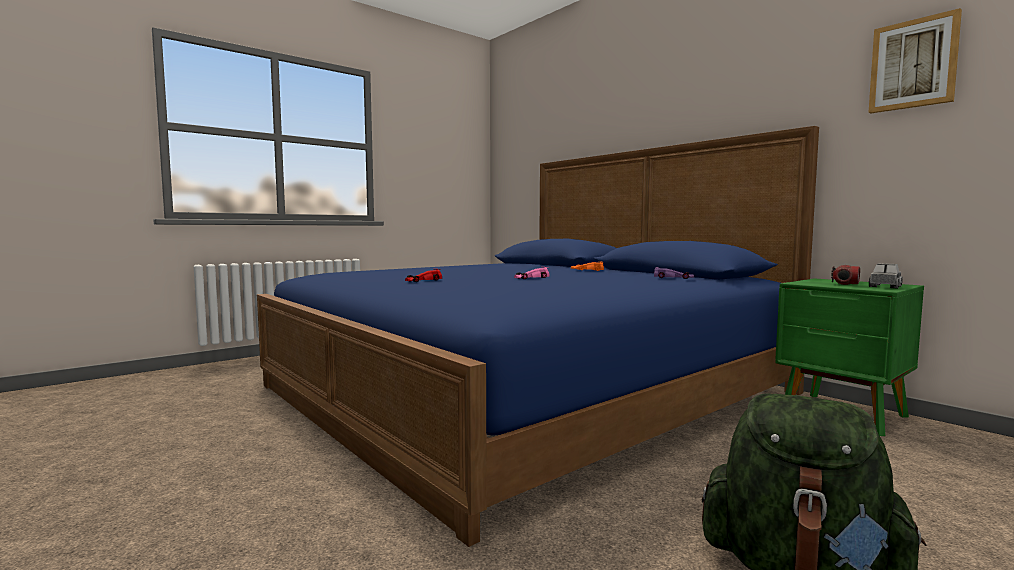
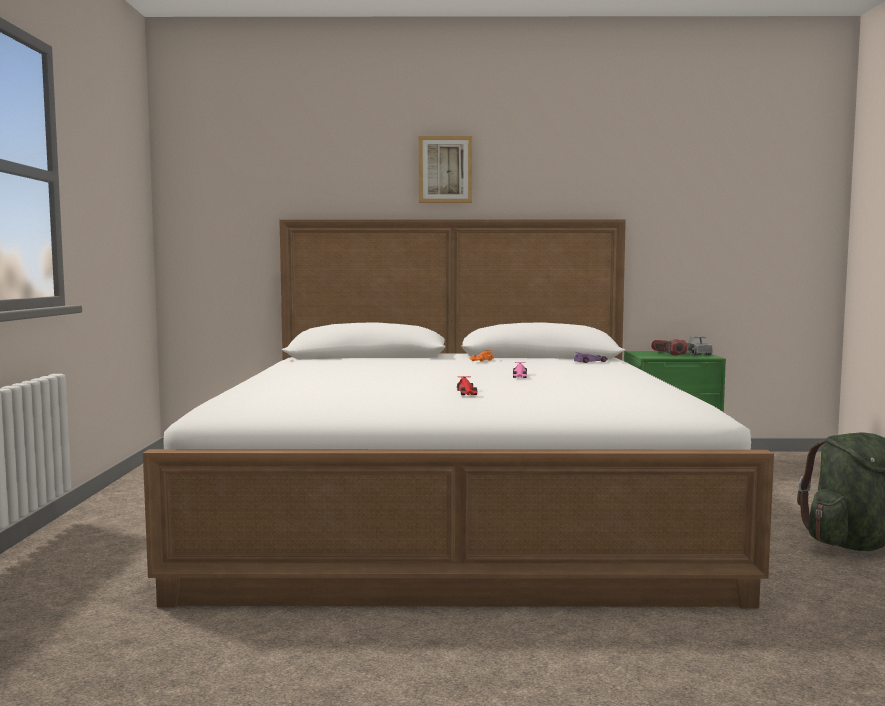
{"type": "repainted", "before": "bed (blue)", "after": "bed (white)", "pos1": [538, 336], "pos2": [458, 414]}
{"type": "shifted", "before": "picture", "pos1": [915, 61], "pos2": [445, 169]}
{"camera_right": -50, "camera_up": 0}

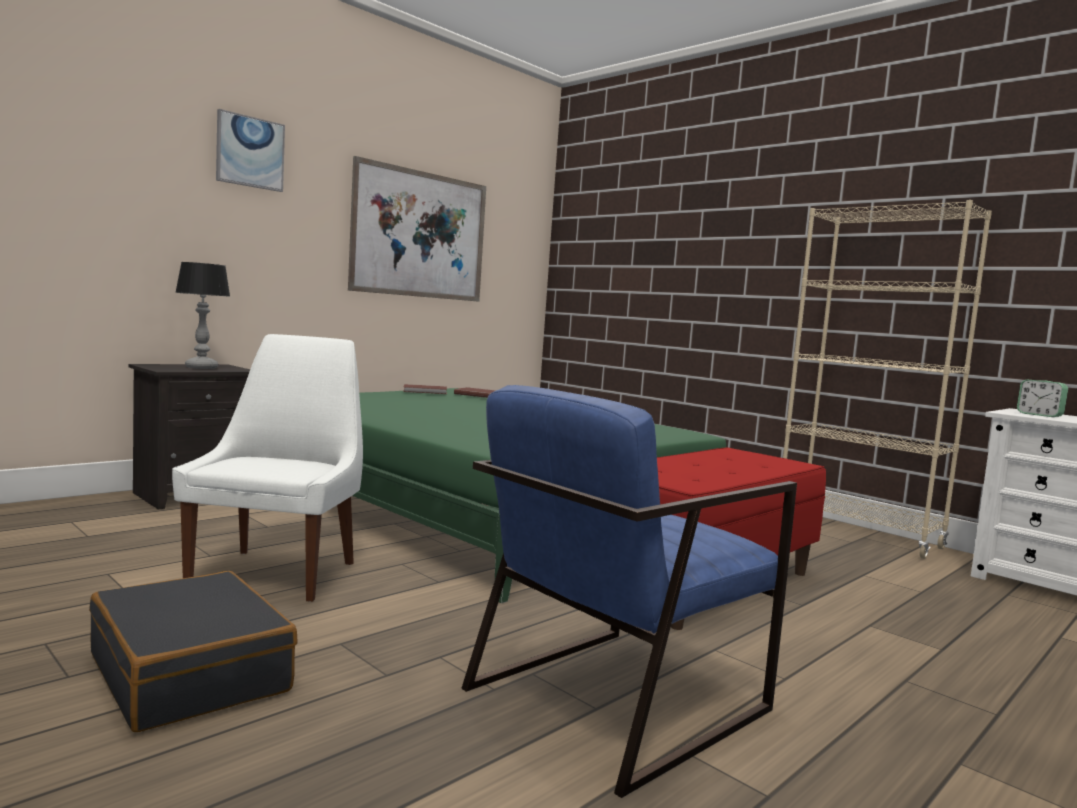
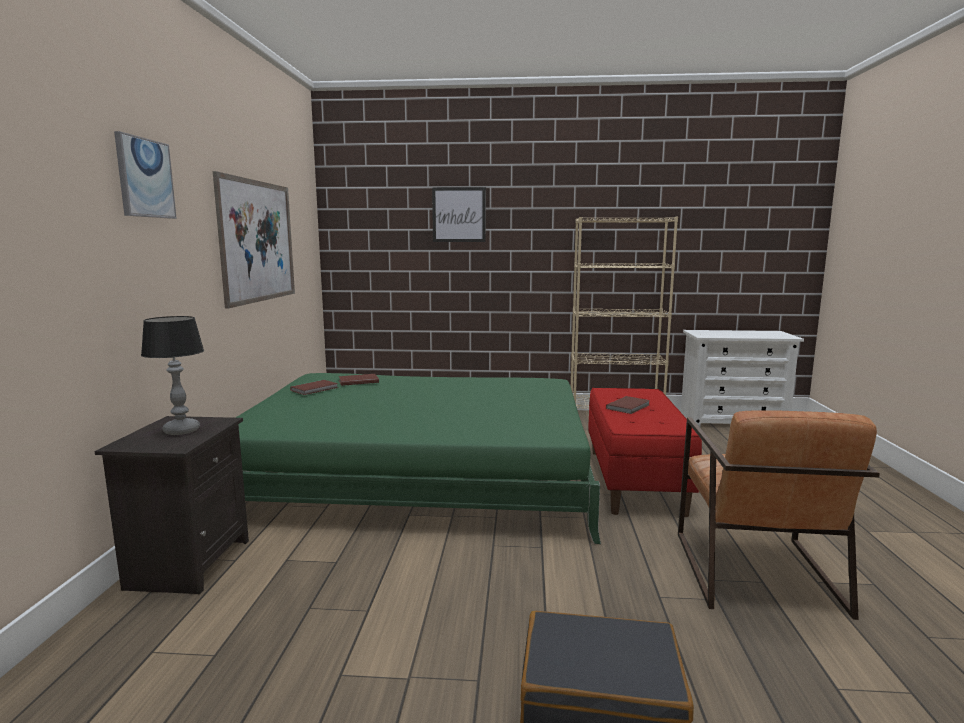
{"type": "gone", "before": "chair (white)", "pos1": [267, 468]}
{"type": "repainted", "before": "armchair (blue)", "after": "armchair (brown)", "pos1": [629, 591], "pos2": [779, 515]}
{"type": "gone", "before": "alarm clock", "pos1": [1042, 398]}
{"type": "new", "after": "picture", "pos2": [459, 214]}
{"type": "new", "after": "book (brown)", "pos2": [628, 405]}
{"camera_right": -40, "camera_up": 5}

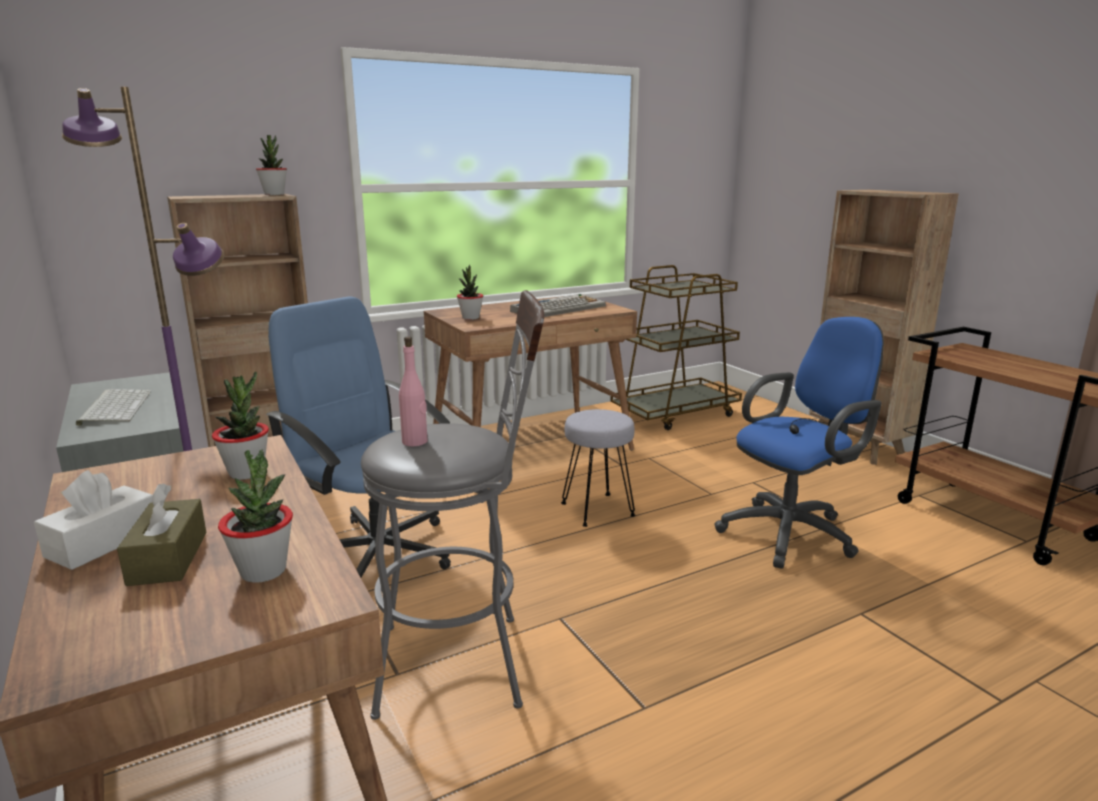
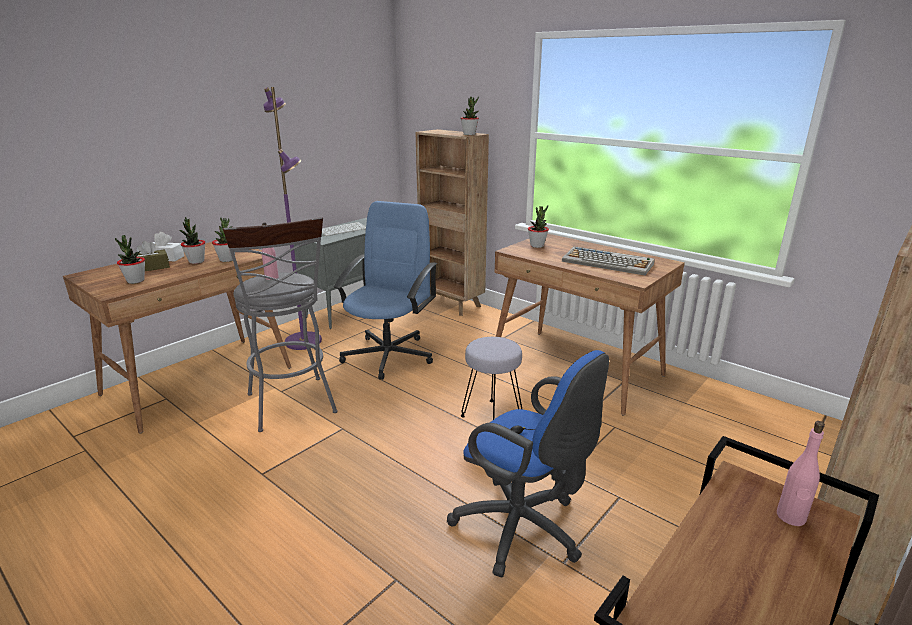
{"type": "gone", "before": "cart (brown)", "pos1": [676, 347]}
{"type": "new", "after": "potted plant", "pos2": [192, 240]}
{"type": "new", "after": "bottle (pink)", "pos2": [801, 473]}
{"camera_right": 70, "camera_up": 5}

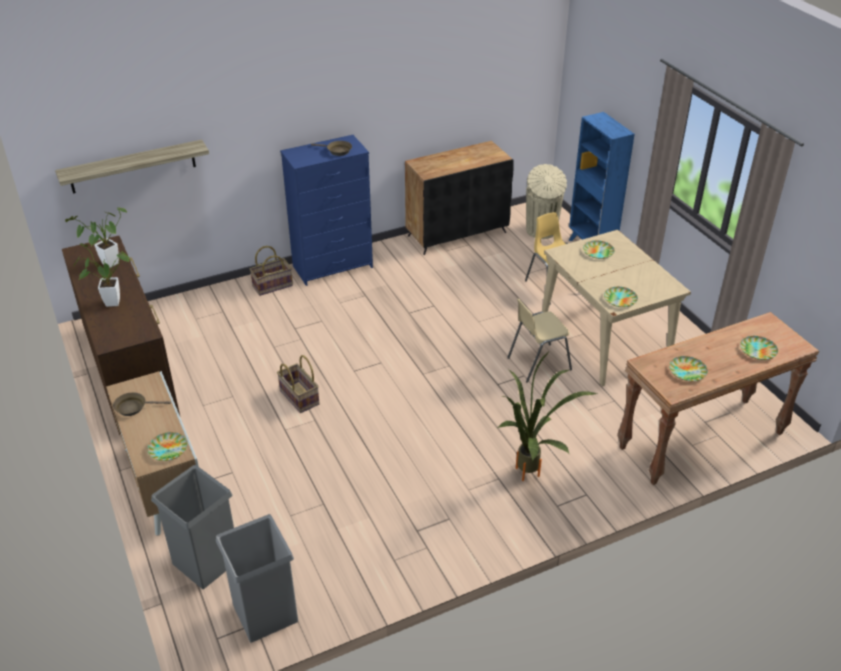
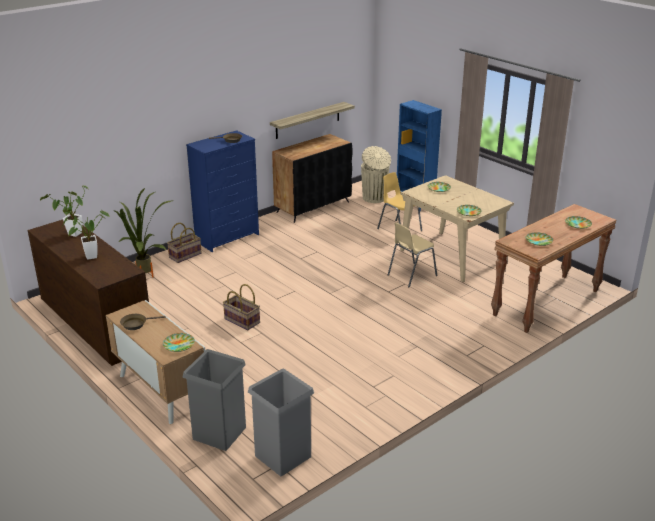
{"type": "shifted", "before": "shelf", "pos1": [132, 167], "pos2": [312, 120]}
{"type": "shifted", "before": "potted plant", "pos1": [547, 416], "pos2": [141, 232]}
{"camera_right": -15, "camera_up": -10}

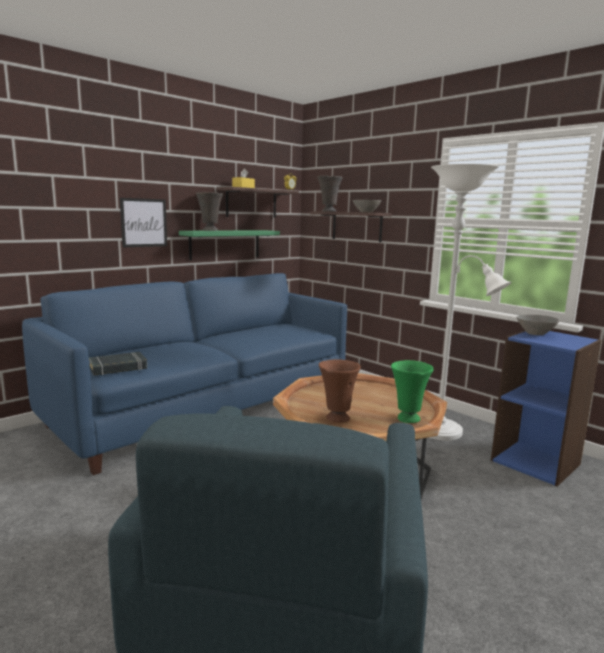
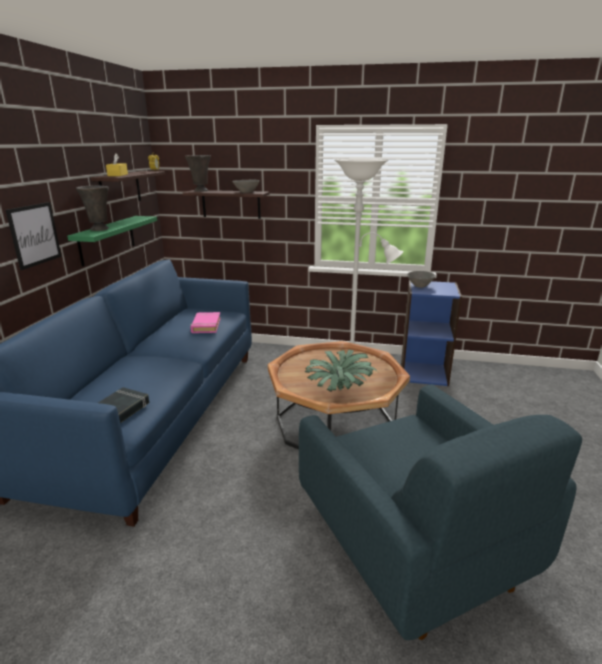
{"type": "swapped", "before": "vase (brown)", "after": "potted plant", "pos1": [340, 391], "pos2": [341, 370]}
{"type": "gone", "before": "vase (green)", "pos1": [412, 391]}
{"type": "new", "after": "book (pink)", "pos2": [205, 322]}
{"camera_right": -35, "camera_up": 10}

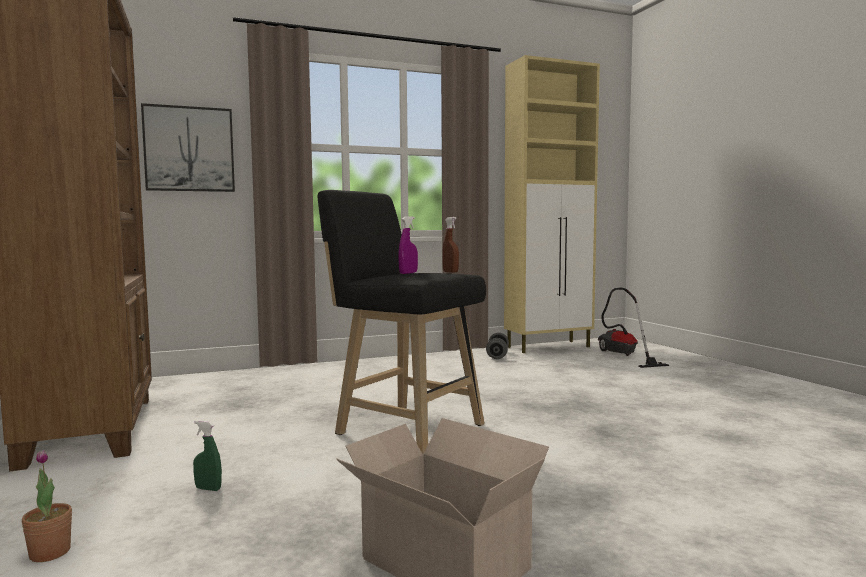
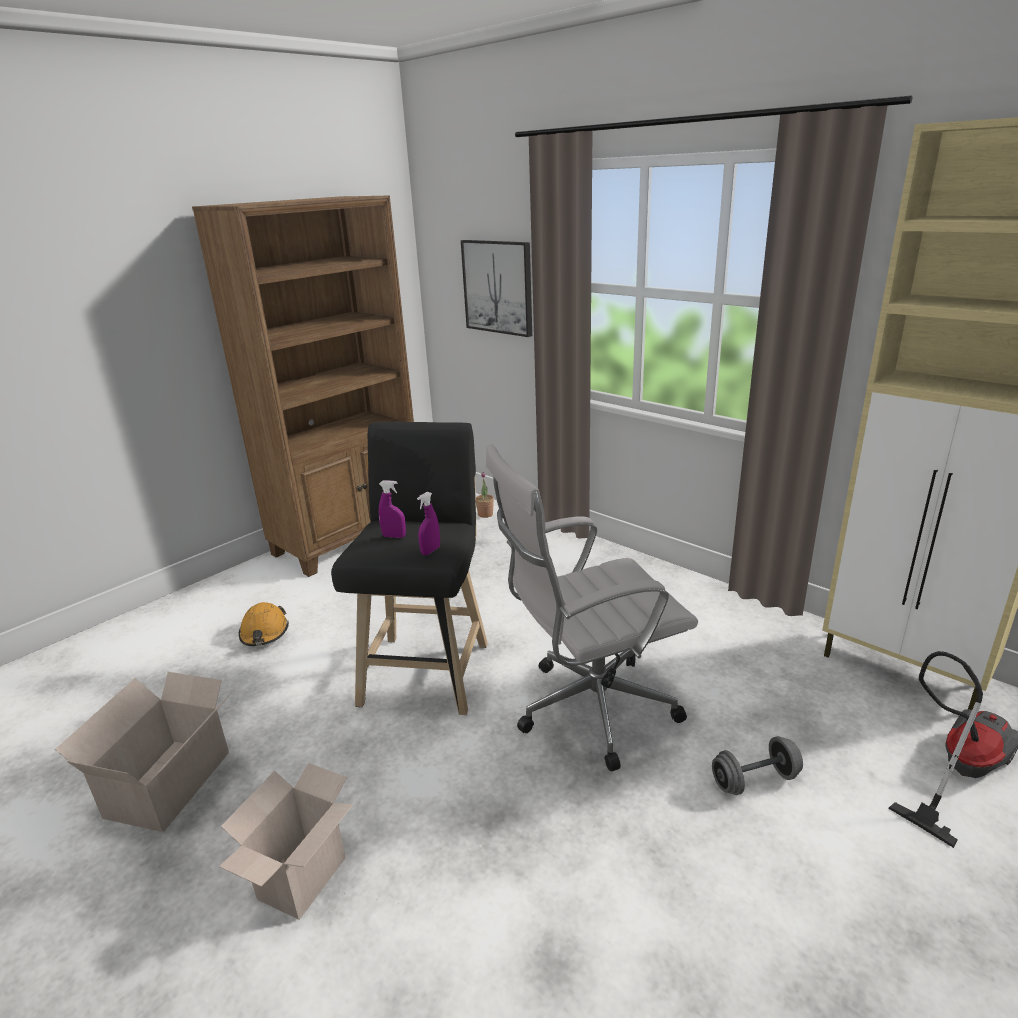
{"type": "shifted", "before": "potted plant", "pos1": [46, 506], "pos2": [485, 495]}
{"type": "swapped", "before": "spray bottle (green)", "after": "hard hat (orange)", "pos1": [207, 456], "pos2": [264, 624]}
{"type": "repainted", "before": "spray bottle (brown)", "after": "spray bottle (purple)", "pos1": [450, 245], "pos2": [428, 523]}
{"type": "shifted", "before": "dumbbell (grey)", "pos1": [497, 345], "pos2": [757, 765]}
{"type": "new", "after": "cardboard box", "pos2": [286, 841]}
{"type": "new", "after": "office chair (white)", "pos2": [592, 607]}
{"camera_right": 65, "camera_up": 20}

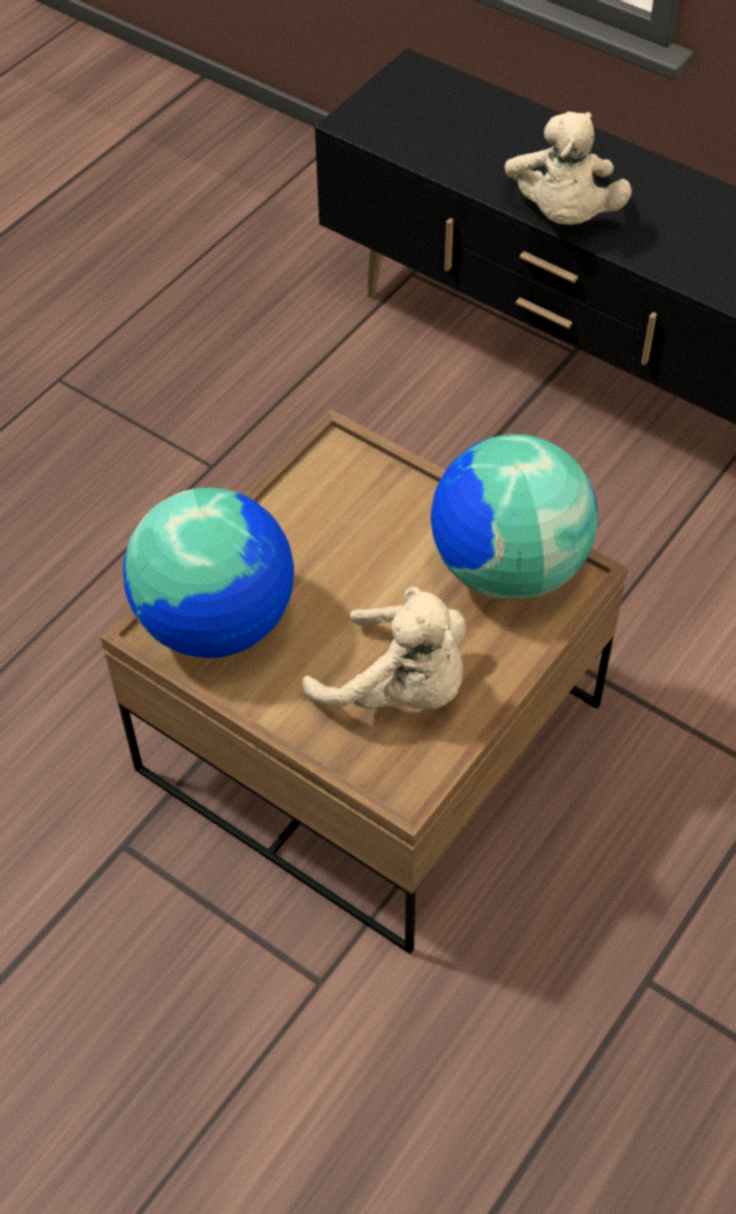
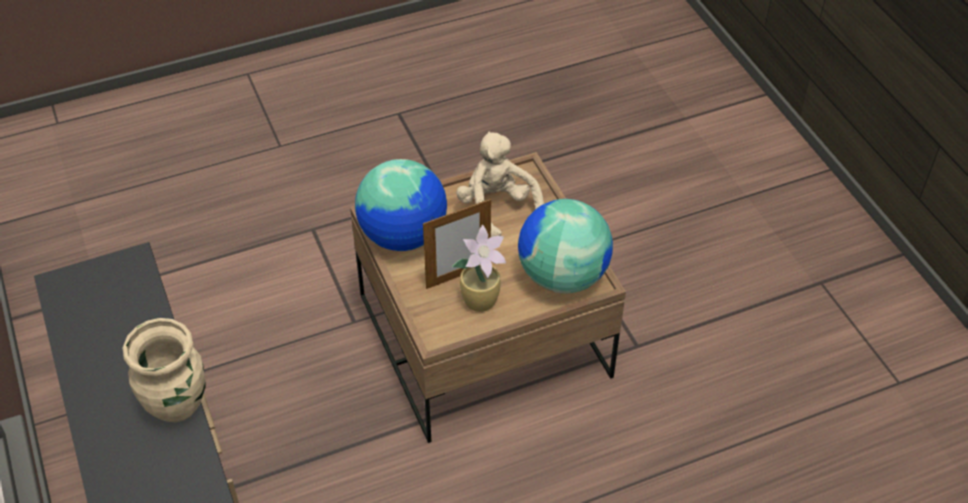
{"type": "swapped", "before": "plush toy (beige)", "after": "vase (beige)", "pos1": [568, 168], "pos2": [164, 370]}
{"type": "new", "after": "picture frame", "pos2": [457, 244]}
{"type": "new", "after": "potted plant", "pos2": [479, 268]}
{"camera_right": -150, "camera_up": -5}

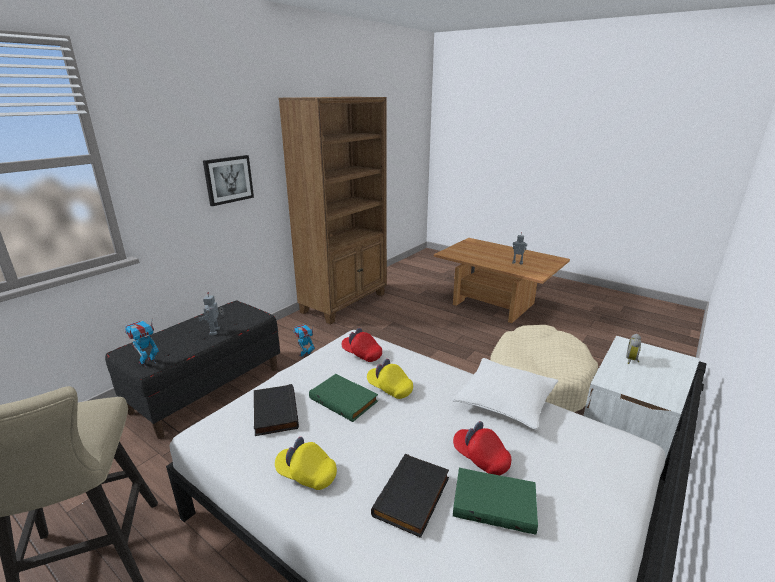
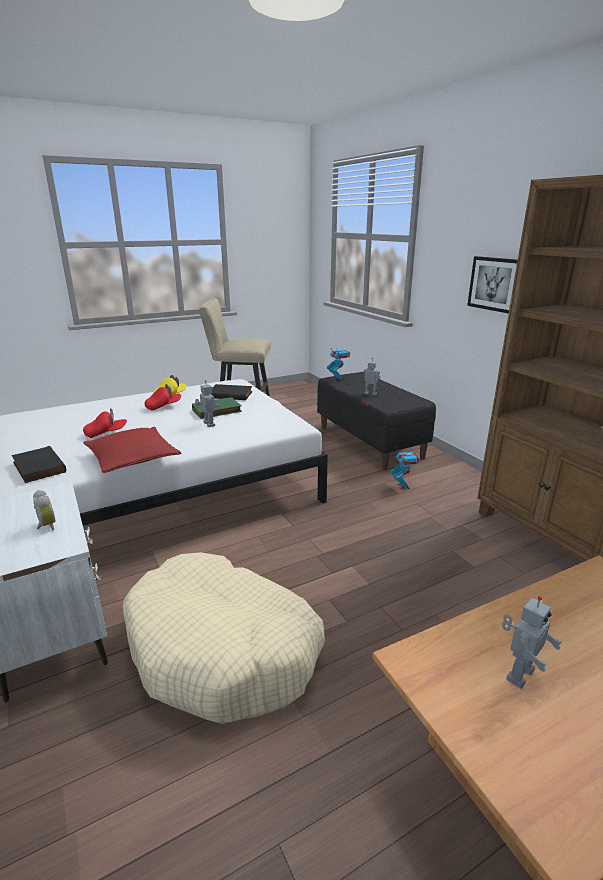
{"type": "shifted", "before": "cap (red)", "pos1": [362, 345], "pos2": [163, 397]}
{"type": "swapped", "before": "cap (yellow)", "after": "toy robot", "pos1": [390, 379], "pos2": [208, 403]}
{"type": "shifted", "before": "book (black)", "pos1": [410, 496], "pos2": [39, 464]}
{"type": "repainted", "before": "pillow (white)", "after": "pillow (red)", "pos1": [505, 394], "pos2": [132, 450]}
{"type": "gone", "before": "book (green)", "pos1": [495, 501]}
{"camera_right": 115, "camera_up": 0}

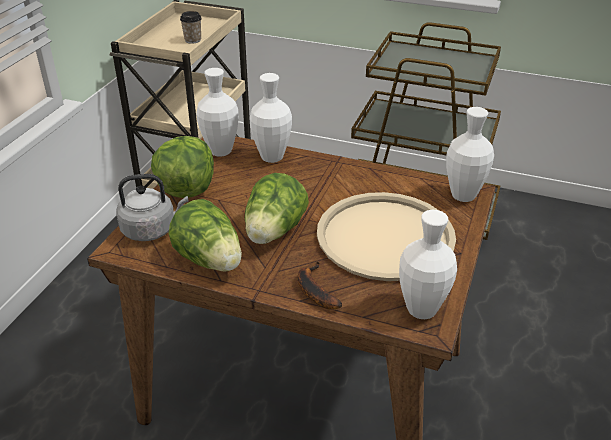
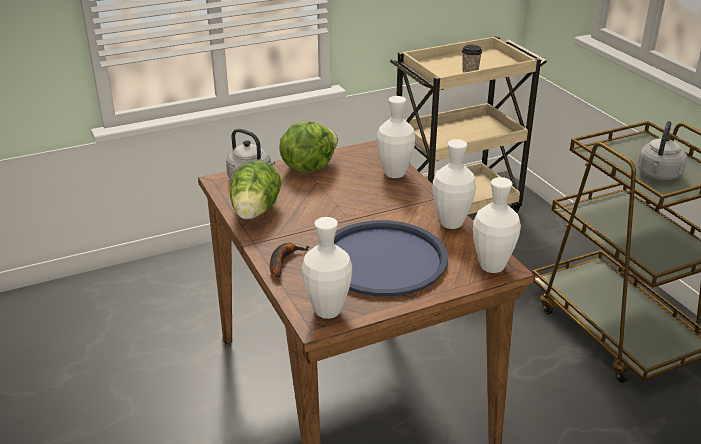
{"type": "shifted", "before": "vase (white)", "pos1": [217, 112], "pos2": [454, 184]}
{"type": "gone", "before": "lettuce", "pos1": [277, 208]}
{"type": "repainted", "before": "tray (beige)", "after": "tray (blue)", "pos1": [386, 236], "pos2": [391, 258]}
{"type": "new", "after": "kettle (grey)", "pos2": [662, 150]}
{"camera_right": 45, "camera_up": -5}

